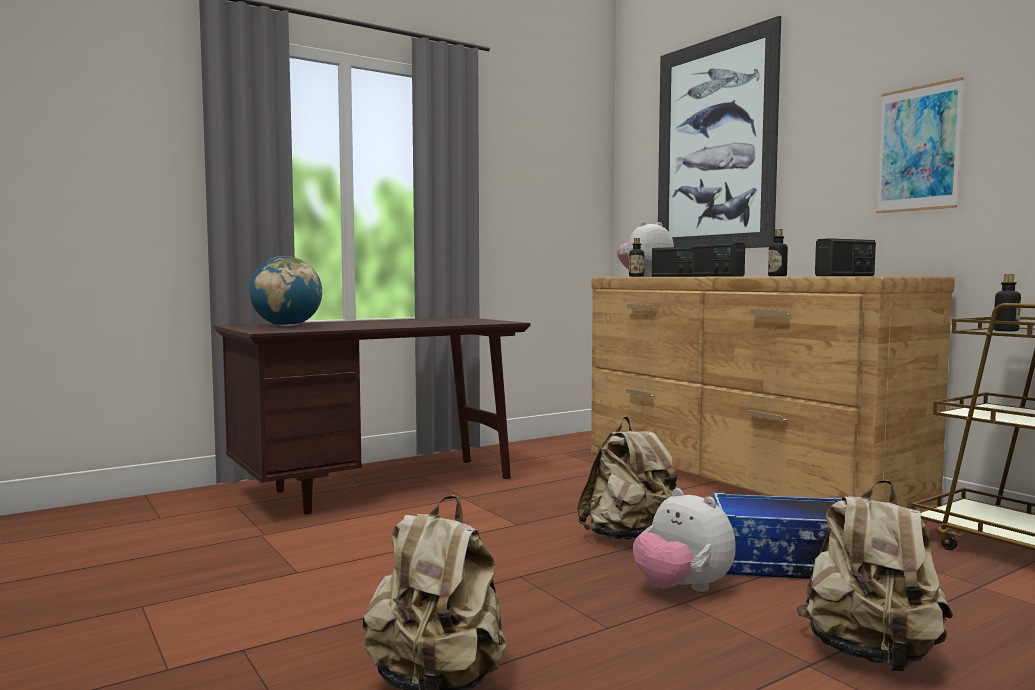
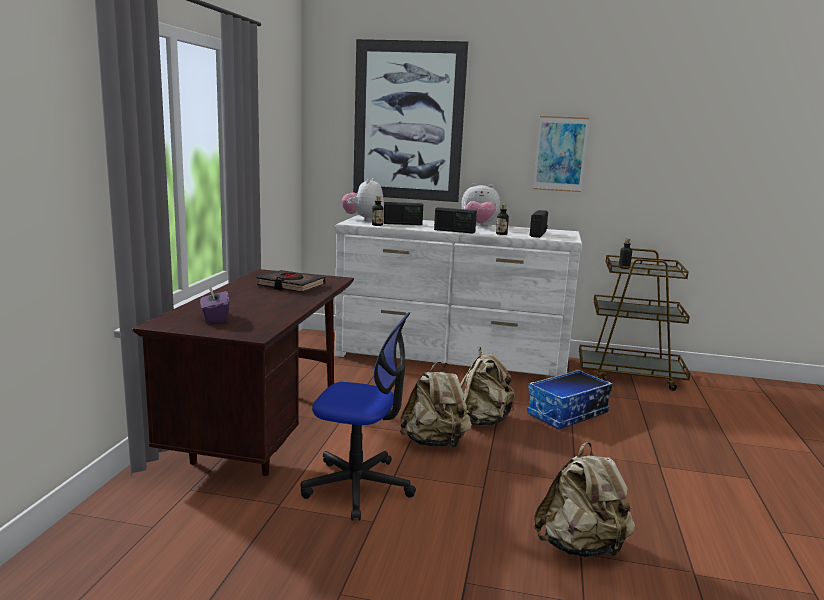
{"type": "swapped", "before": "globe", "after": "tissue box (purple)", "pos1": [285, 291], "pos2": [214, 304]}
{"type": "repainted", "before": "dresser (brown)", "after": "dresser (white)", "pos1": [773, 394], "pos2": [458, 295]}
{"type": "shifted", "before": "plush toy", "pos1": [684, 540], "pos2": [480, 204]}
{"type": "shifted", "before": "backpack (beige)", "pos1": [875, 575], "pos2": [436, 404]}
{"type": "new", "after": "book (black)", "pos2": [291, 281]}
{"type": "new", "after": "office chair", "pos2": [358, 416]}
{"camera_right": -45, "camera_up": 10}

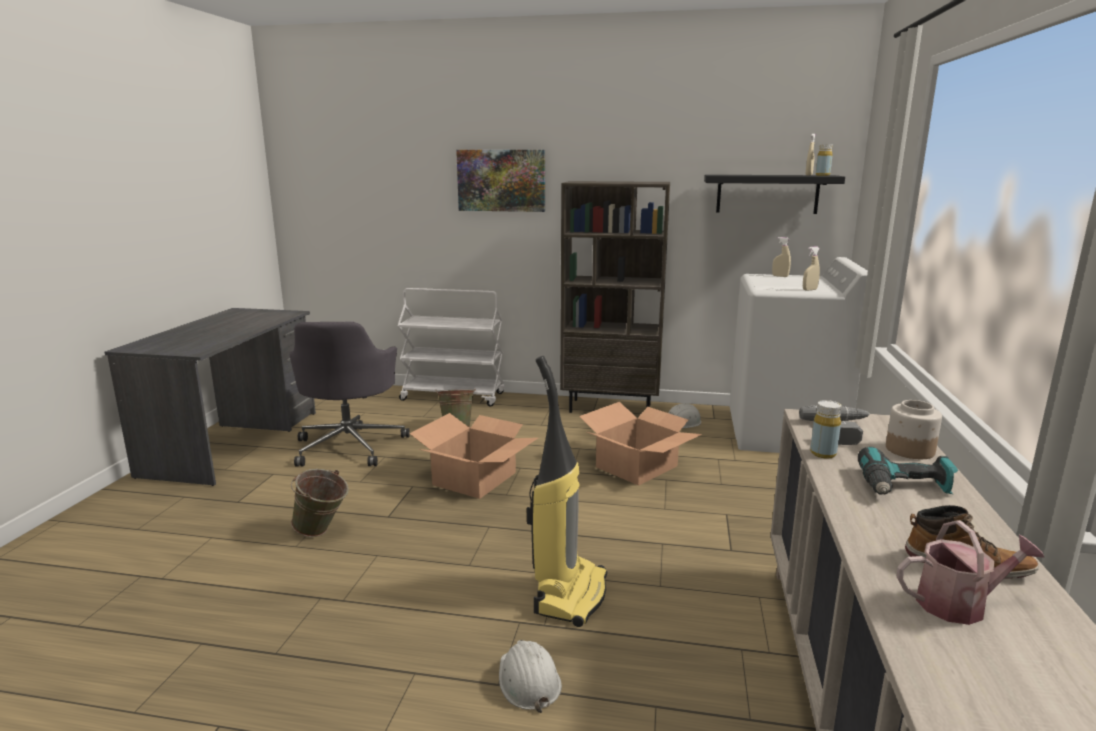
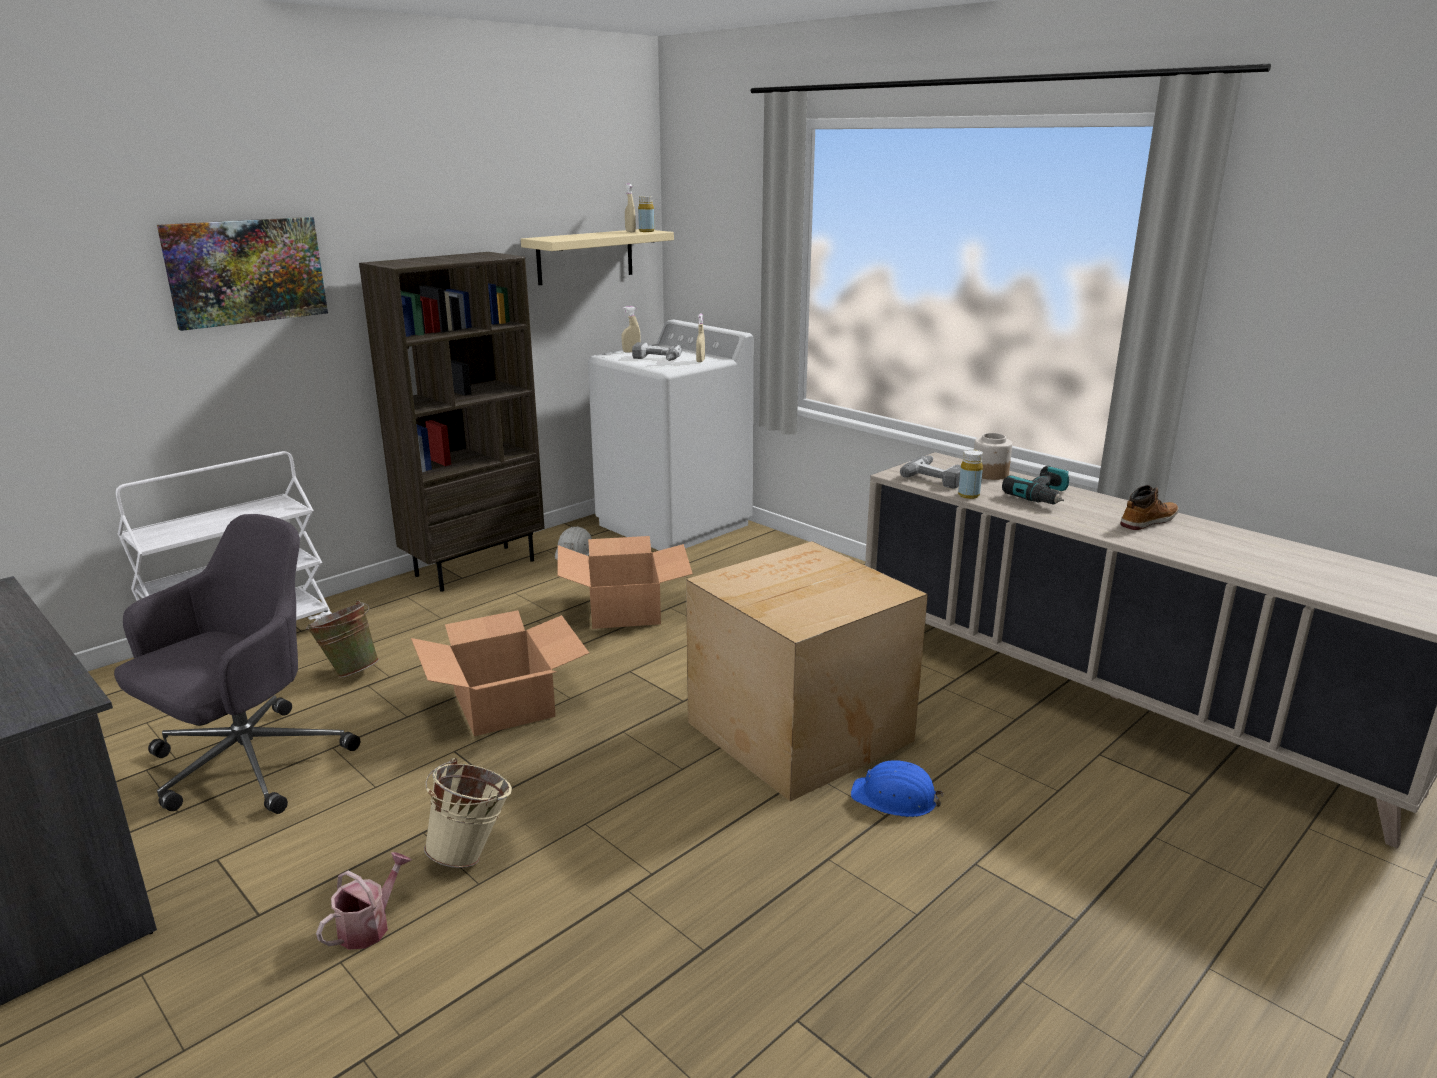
{"type": "rotated", "before": "office chair (grey)", "pos1": [349, 394], "pos2": [237, 664], "turn": -90}
{"type": "repainted", "before": "bucket (green)", "after": "bucket (beige)", "pos1": [320, 503], "pos2": [468, 813]}
{"type": "repainted", "before": "hard hat (white)", "after": "hard hat (blue)", "pos1": [530, 676], "pos2": [897, 788]}
{"type": "swapped", "before": "vacuum cleaner", "after": "cardboard box", "pos1": [567, 491], "pos2": [807, 671]}
{"type": "repainted", "before": "shelf (black)", "after": "shelf (beige)", "pos1": [774, 194], "pos2": [597, 257]}
{"type": "shifted", "before": "watering can", "pos1": [971, 572], "pos2": [363, 901]}
{"type": "new", "after": "power drill", "pos2": [657, 351]}
{"camera_right": -55, "camera_up": 5}

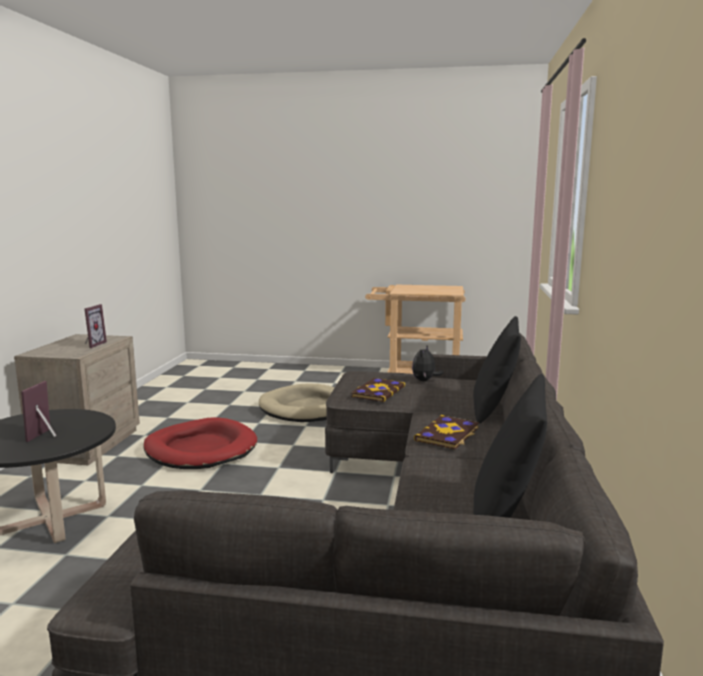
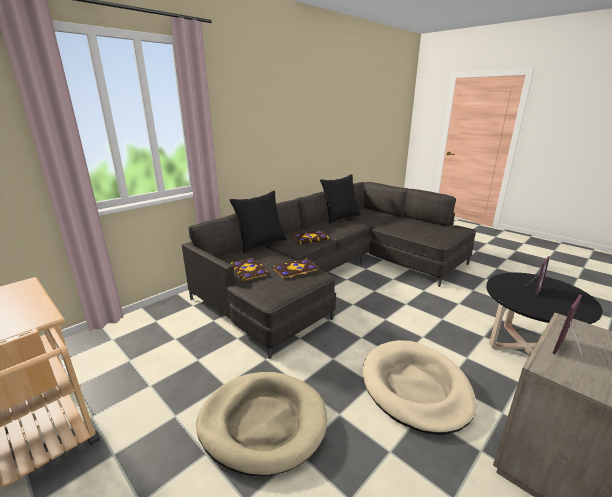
{"type": "repainted", "before": "dog bed (red)", "after": "dog bed (beige)", "pos1": [200, 443], "pos2": [419, 387]}
{"type": "swapped", "before": "plush toy", "after": "book", "pos1": [428, 363], "pos2": [249, 270]}
{"camera_right": -145, "camera_up": 10}

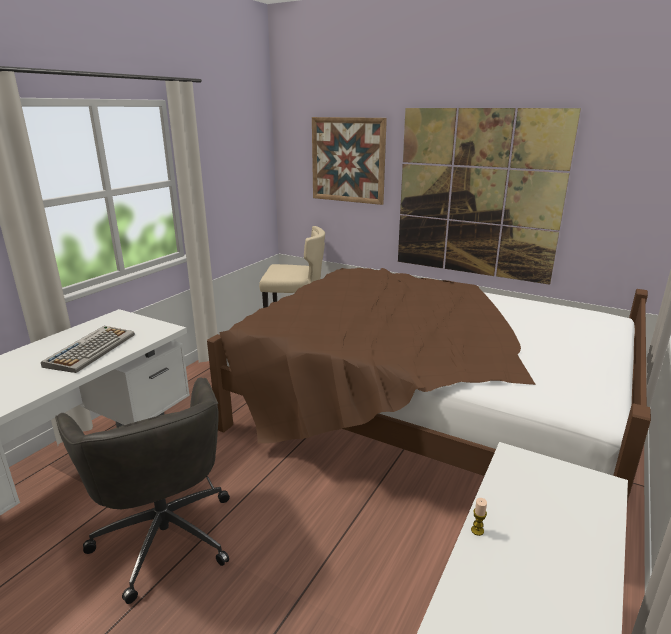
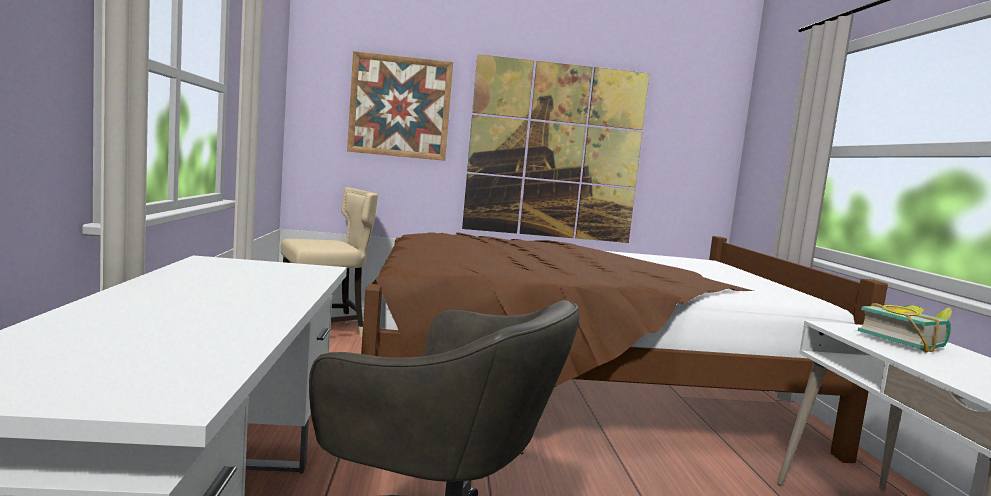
{"type": "gone", "before": "keyboard", "pos1": [88, 349]}
{"type": "gone", "before": "candle", "pos1": [479, 517]}
{"type": "new", "after": "book", "pos2": [905, 327]}
{"camera_right": -35, "camera_up": -15}

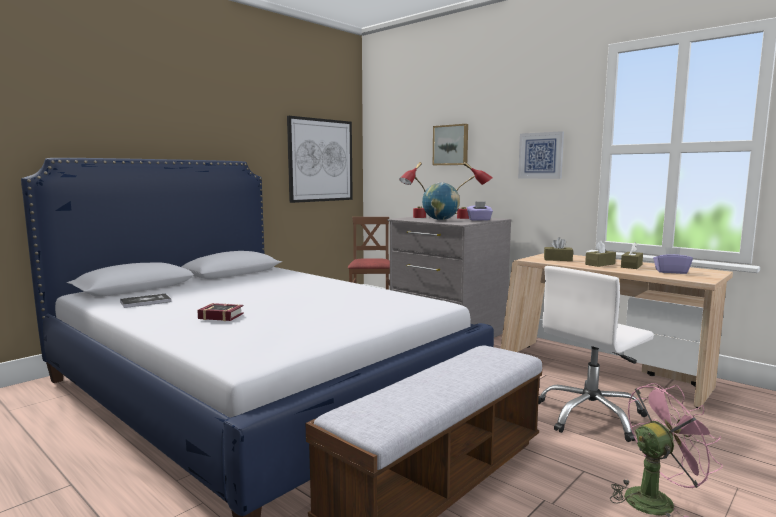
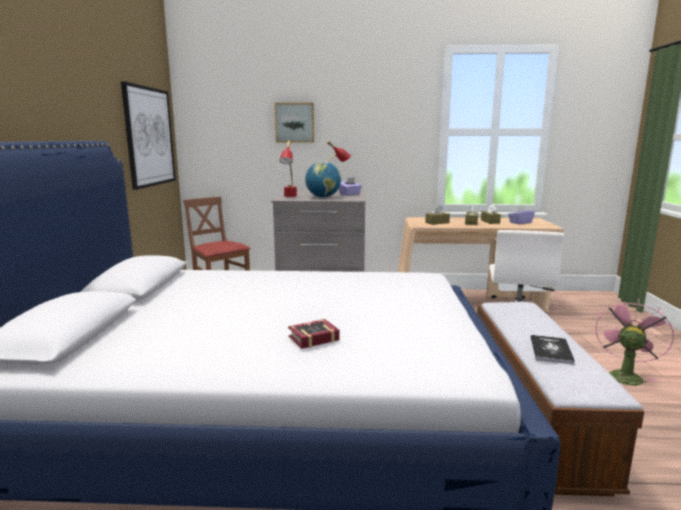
{"type": "shifted", "before": "book", "pos1": [145, 301], "pos2": [553, 350]}
{"type": "gone", "before": "picture", "pos1": [541, 155]}
{"camera_right": -40, "camera_up": 5}

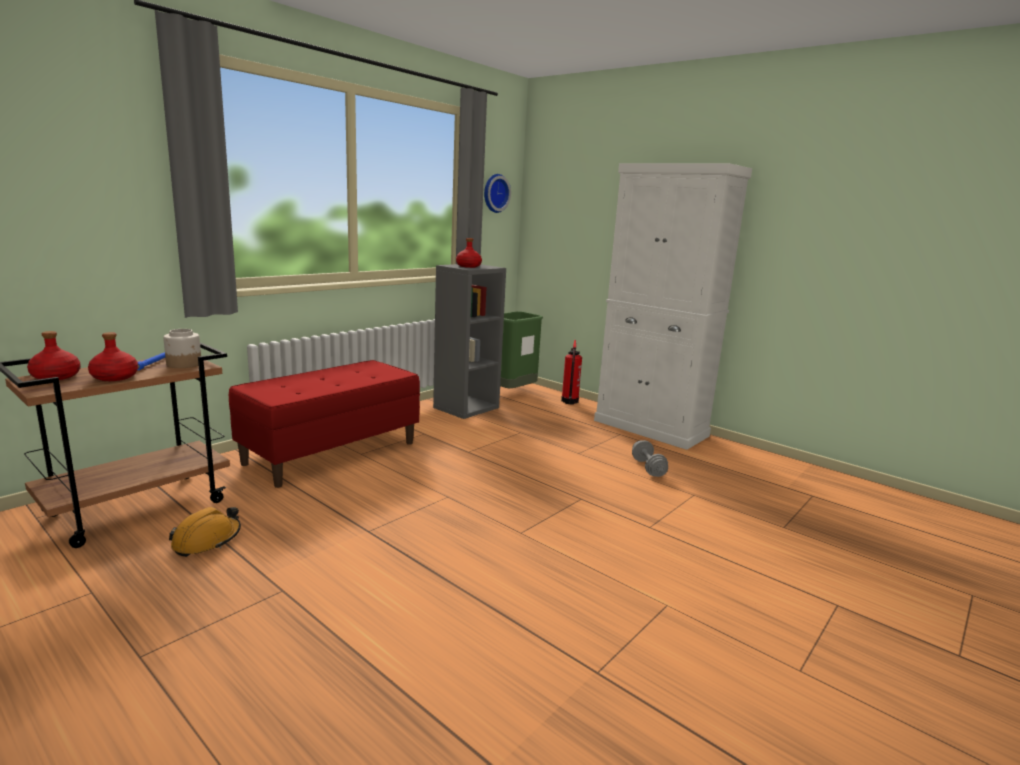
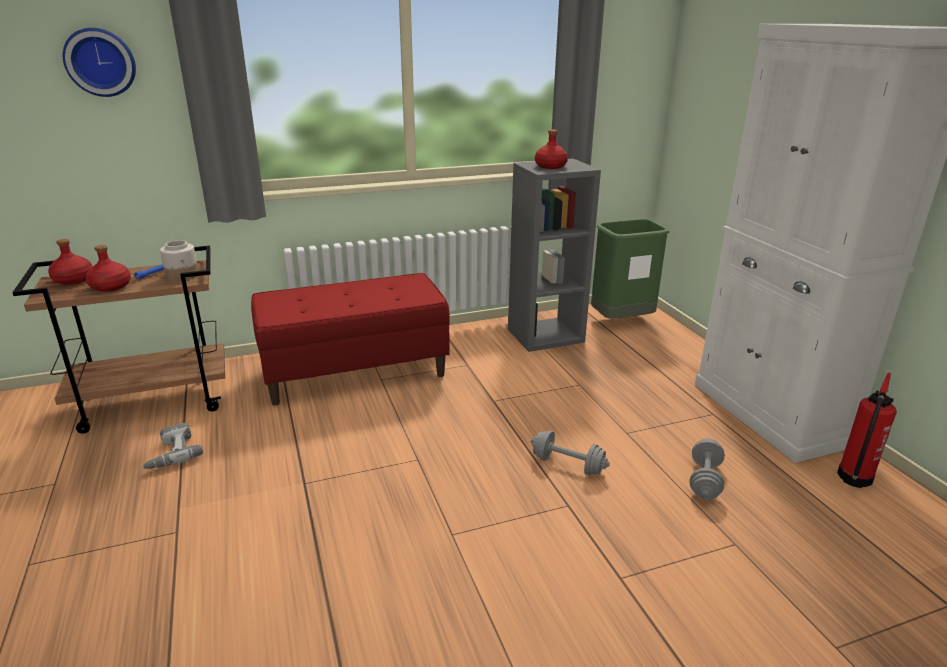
{"type": "swapped", "before": "hard hat (orange)", "after": "power drill", "pos1": [205, 532], "pos2": [172, 446]}
{"type": "shifted", "before": "wall clock", "pos1": [497, 193], "pos2": [99, 62]}
{"type": "shifted", "before": "fire extinguisher", "pos1": [571, 372], "pos2": [867, 430]}
{"type": "new", "after": "dumbbell (grey)", "pos2": [570, 453]}
{"camera_right": 30, "camera_up": 10}

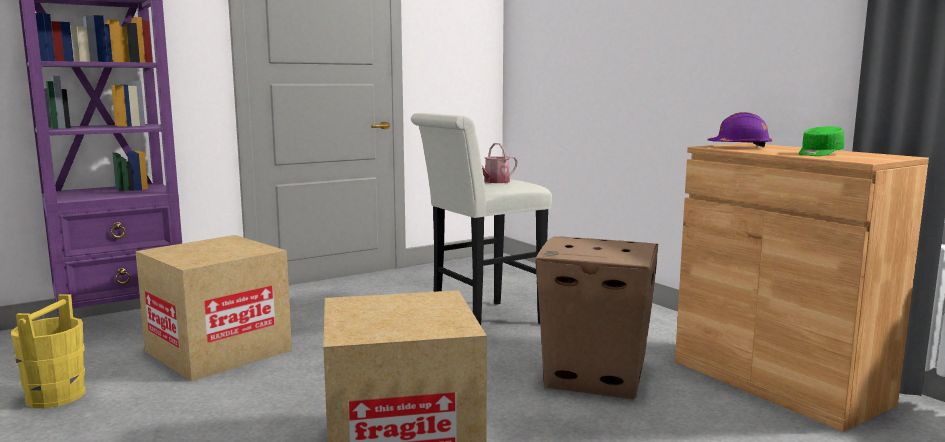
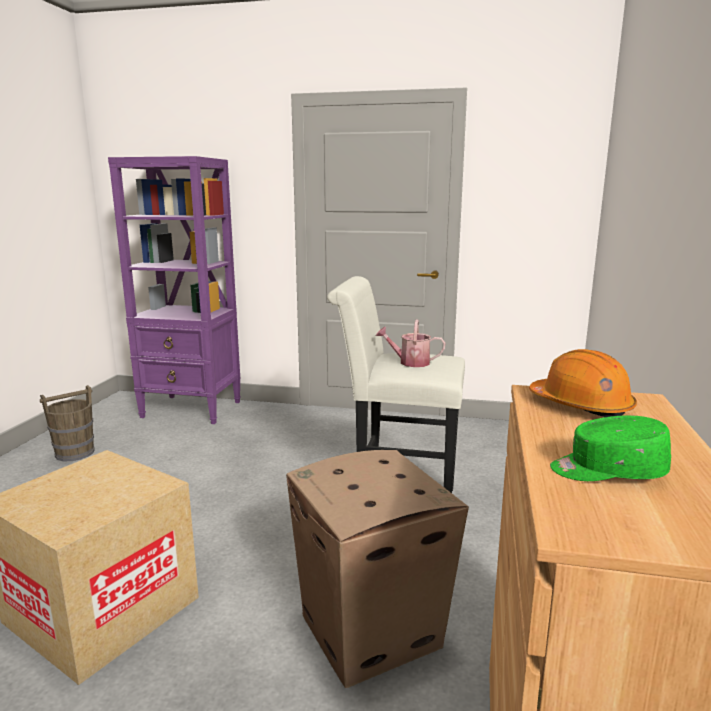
{"type": "repainted", "before": "bucket (yellow)", "after": "bucket (brown)", "pos1": [48, 351], "pos2": [67, 423]}
{"type": "gone", "before": "cardboard box", "pos1": [214, 308]}
{"type": "repainted", "before": "hard hat (purple)", "after": "hard hat (orange)", "pos1": [740, 129], "pos2": [583, 383]}
{"camera_right": 45, "camera_up": 5}

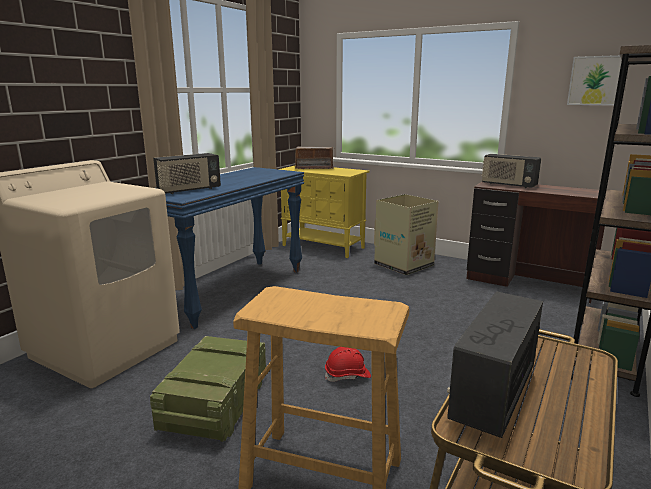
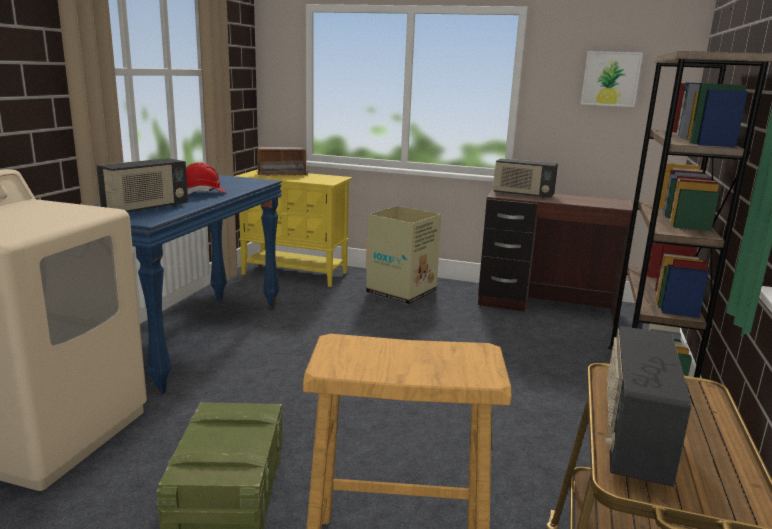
{"type": "shifted", "before": "hard hat (red)", "pos1": [348, 364], "pos2": [206, 178]}
{"camera_right": -15, "camera_up": 0}

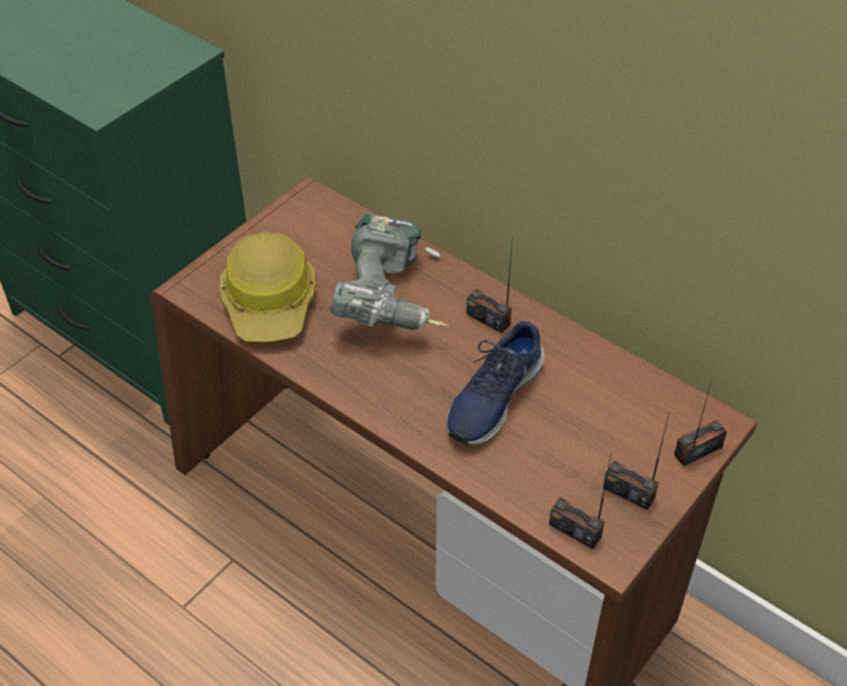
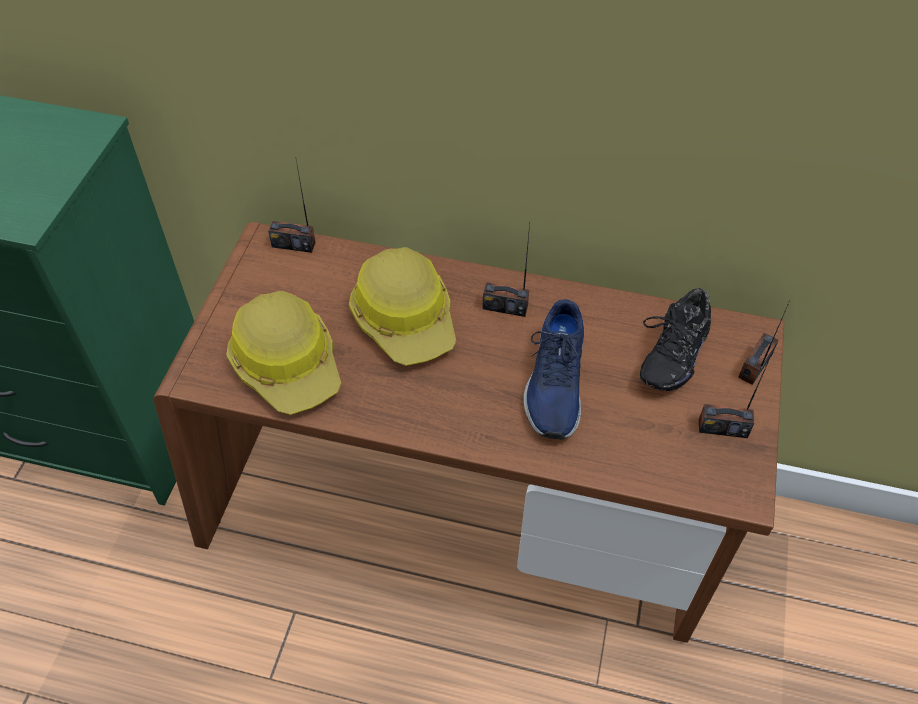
{"type": "swapped", "before": "power drill", "after": "hard hat", "pos1": [389, 272], "pos2": [402, 306]}
{"type": "shifted", "before": "radio", "pos1": [580, 500], "pos2": [292, 207]}
{"type": "new", "after": "shoe (black)", "pos2": [675, 339]}
{"camera_right": -25, "camera_up": 5}

